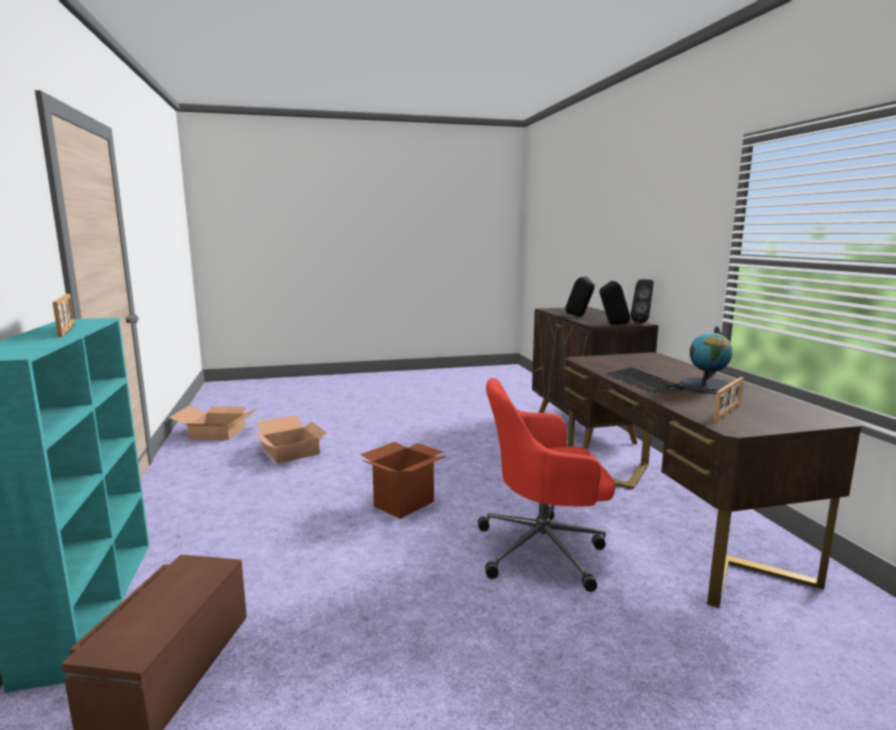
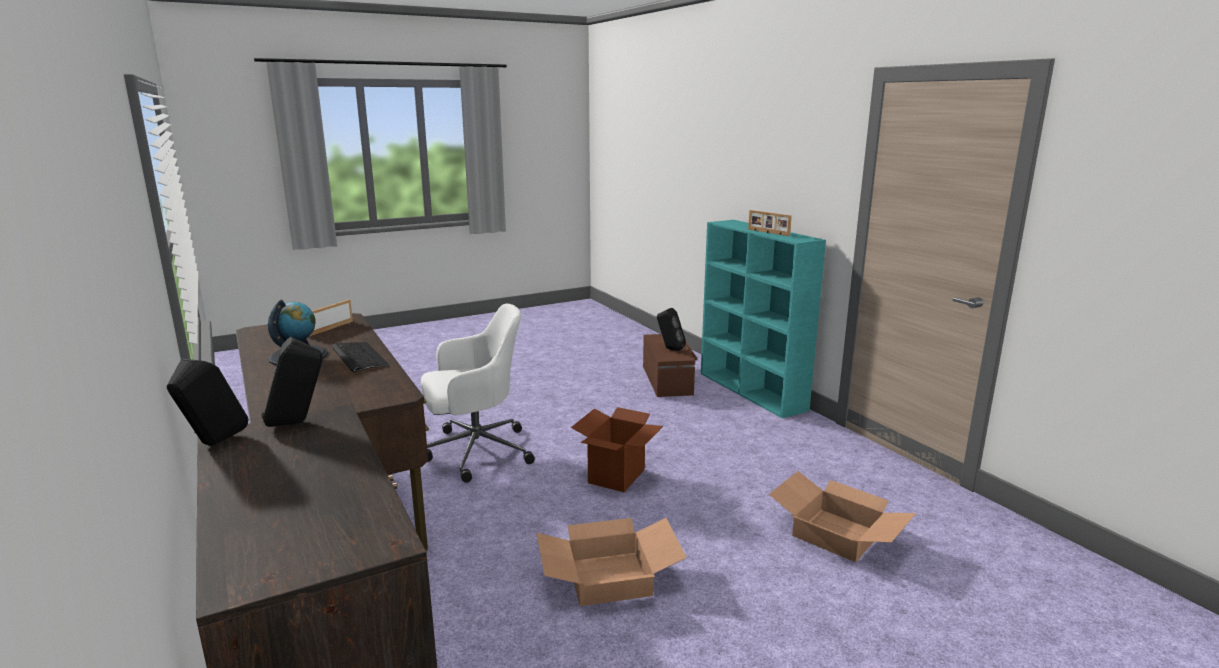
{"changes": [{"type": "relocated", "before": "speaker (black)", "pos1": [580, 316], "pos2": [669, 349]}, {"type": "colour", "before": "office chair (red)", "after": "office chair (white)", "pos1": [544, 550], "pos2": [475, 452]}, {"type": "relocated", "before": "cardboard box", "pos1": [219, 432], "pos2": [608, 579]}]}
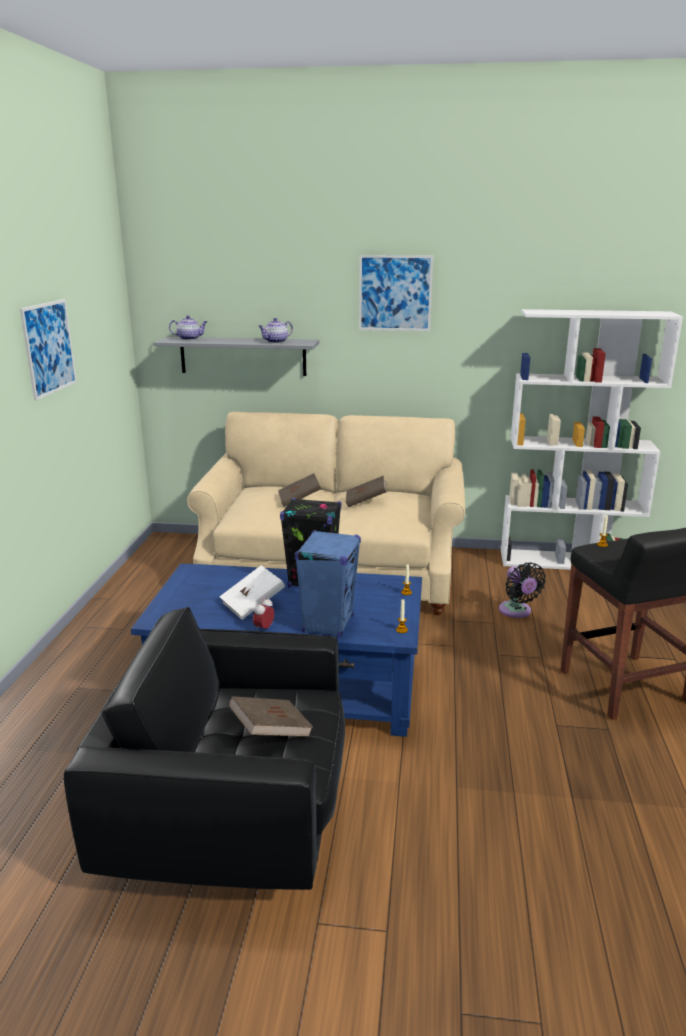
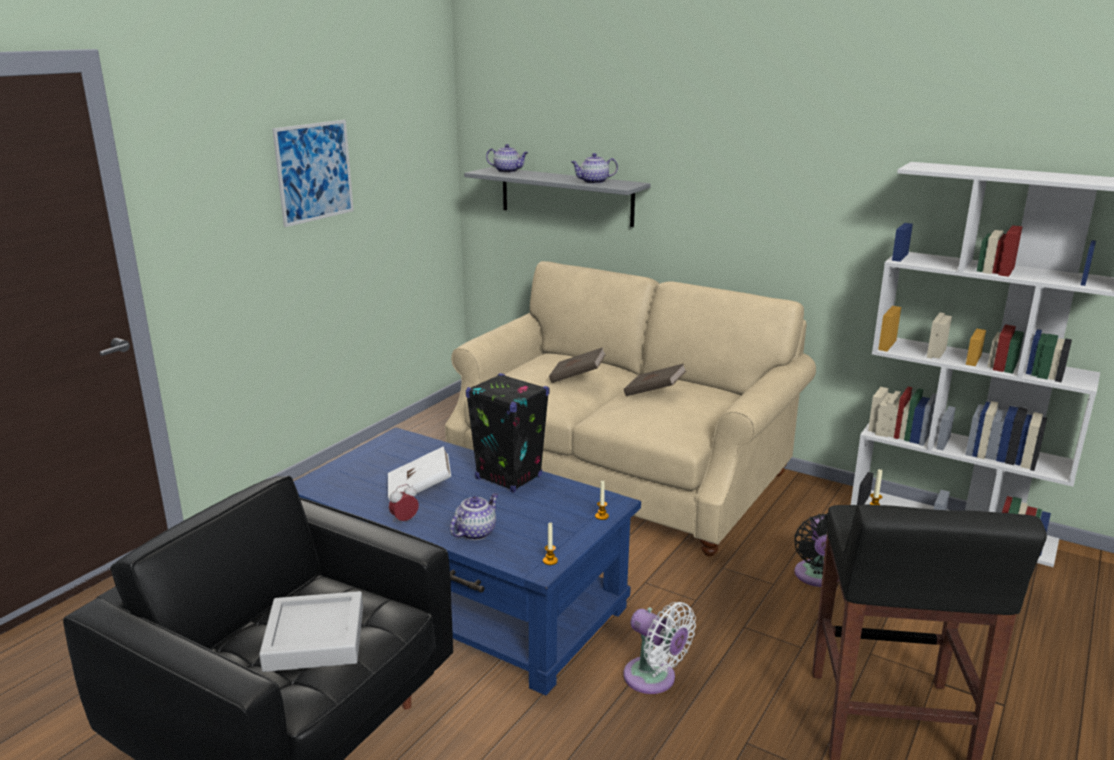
{"changes": [{"type": "missing", "before": "picture", "pos1": [395, 293]}, {"type": "exchanged", "before": "speaker (blue)", "after": "teapot", "pos1": [328, 624], "pos2": [475, 532]}, {"type": "exchanged", "before": "book (brown)", "after": "tray (grey)", "pos1": [271, 731], "pos2": [315, 639]}, {"type": "appeared", "after": "fan (white)", "pos2": [654, 679]}]}
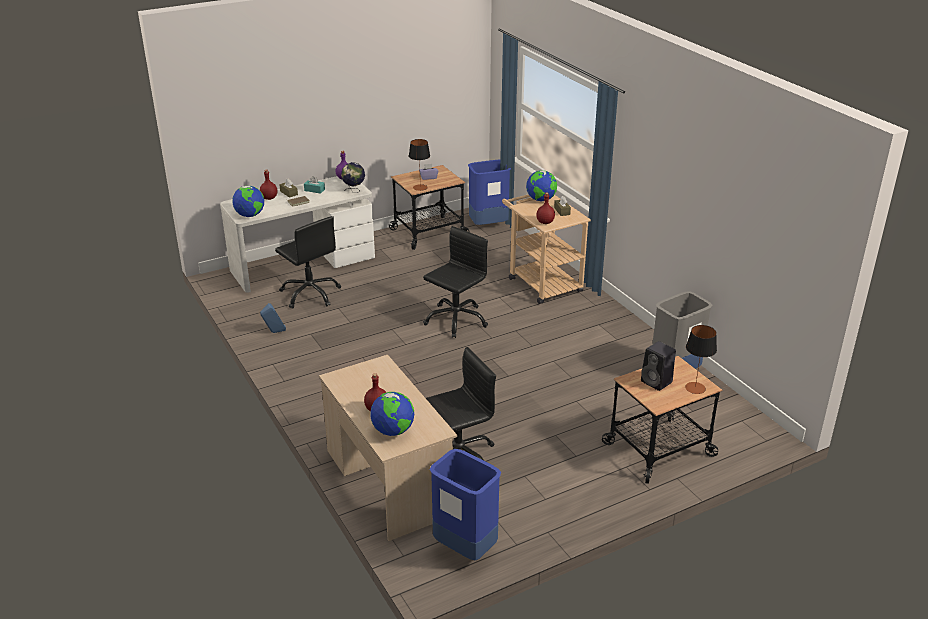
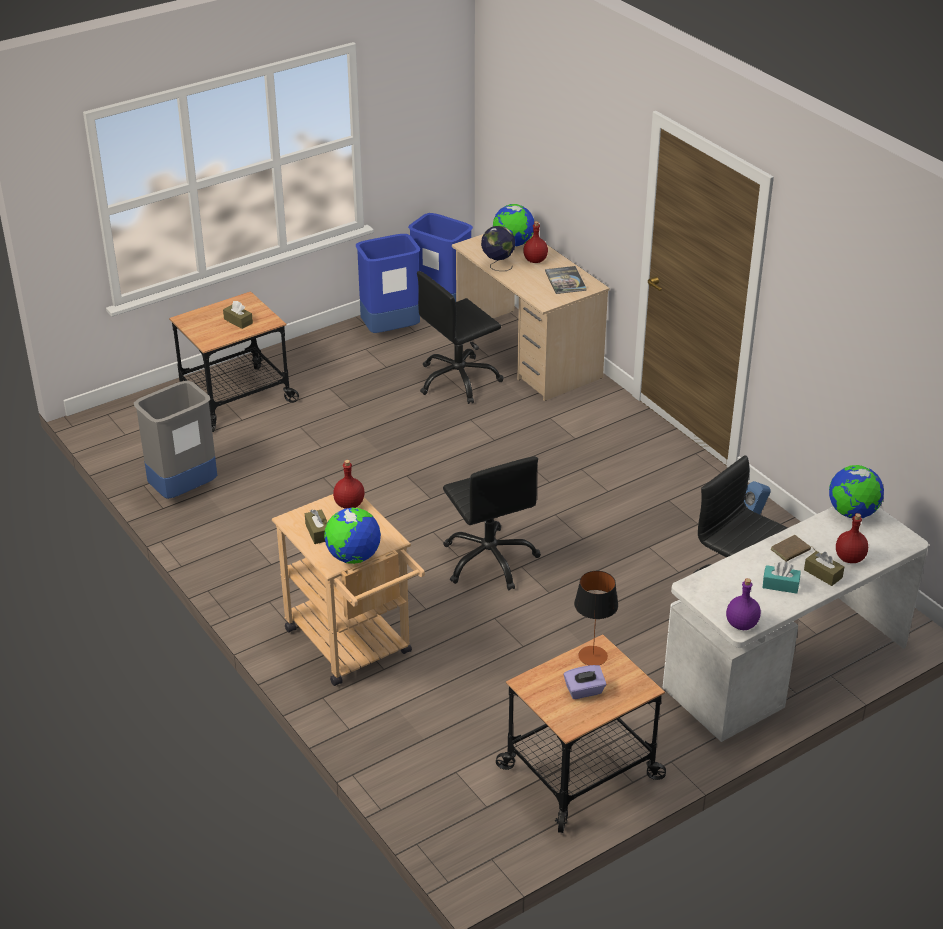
{"changes": [{"type": "relocated", "before": "trash can (blue)", "pos1": [488, 225], "pos2": [390, 331]}, {"type": "relocated", "before": "globe", "pos1": [354, 191], "pos2": [497, 266]}, {"type": "spun", "before": "office chair (black)", "pos1": [456, 320], "pos2": [490, 560], "turn": -60}, {"type": "missing", "before": "table lamp", "pos1": [695, 388]}, {"type": "exchanged", "before": "speaker (black)", "after": "tissue box (brown)", "pos1": [657, 382], "pos2": [238, 321]}, {"type": "appeared", "after": "book", "pos2": [565, 281]}]}
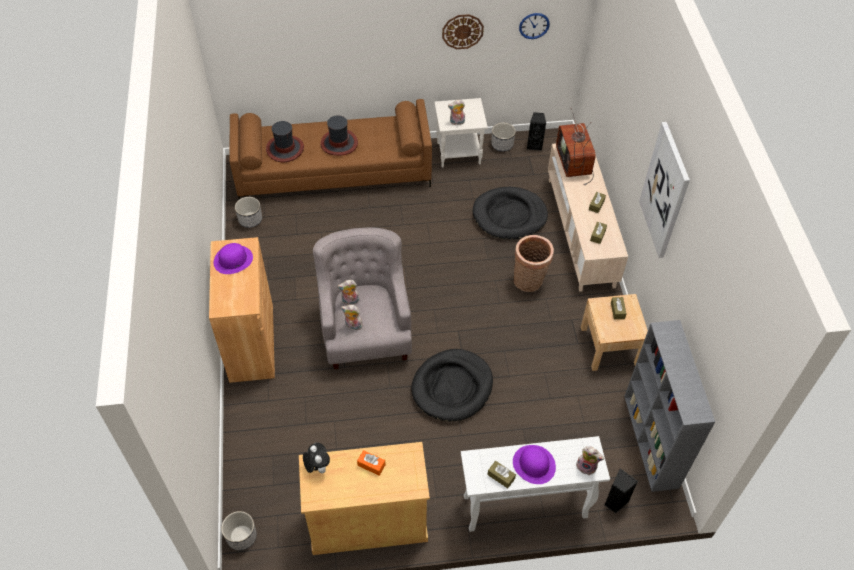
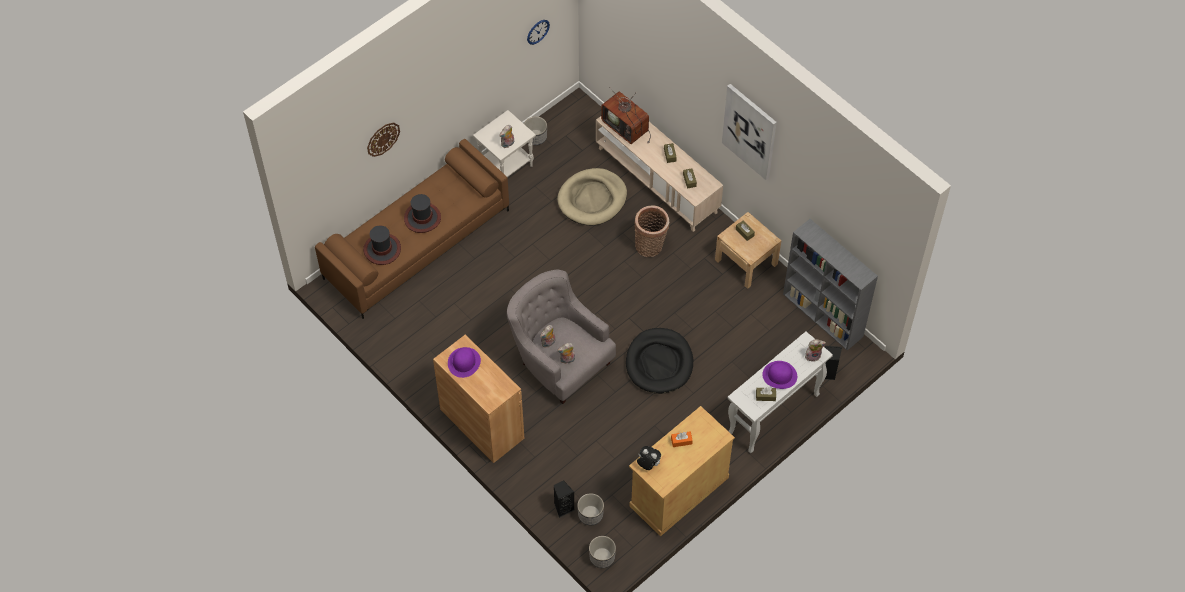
{"changes": [{"type": "relocated", "before": "wall clock", "pos1": [462, 31], "pos2": [383, 139]}, {"type": "relocated", "before": "speaker (black)", "pos1": [534, 145], "pos2": [563, 507]}, {"type": "colour", "before": "dog bed (black)", "after": "dog bed (beige)", "pos1": [509, 216], "pos2": [592, 199]}, {"type": "relocated", "before": "planter", "pos1": [250, 220], "pos2": [590, 515]}]}
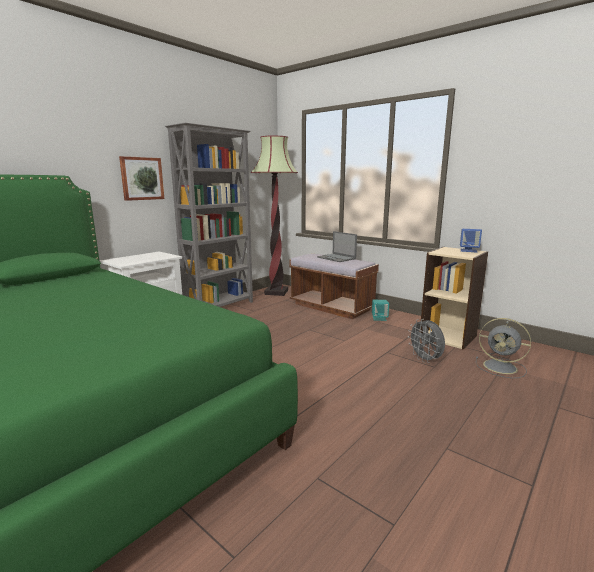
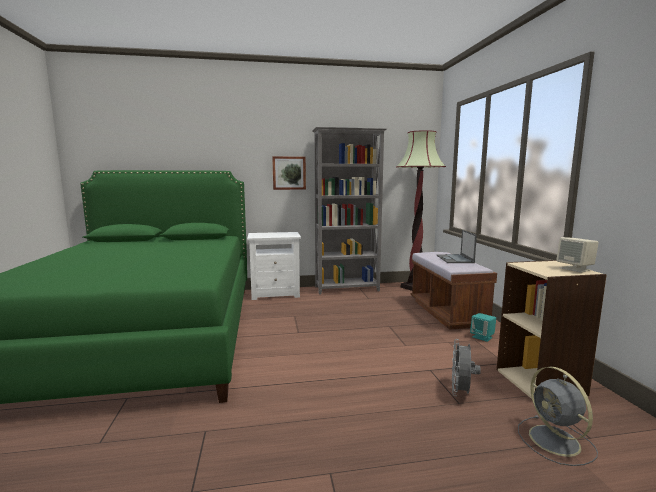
{"changes": [{"type": "colour", "before": "speaker (blue)", "after": "speaker (beige)", "pos1": [468, 250], "pos2": [575, 269]}]}
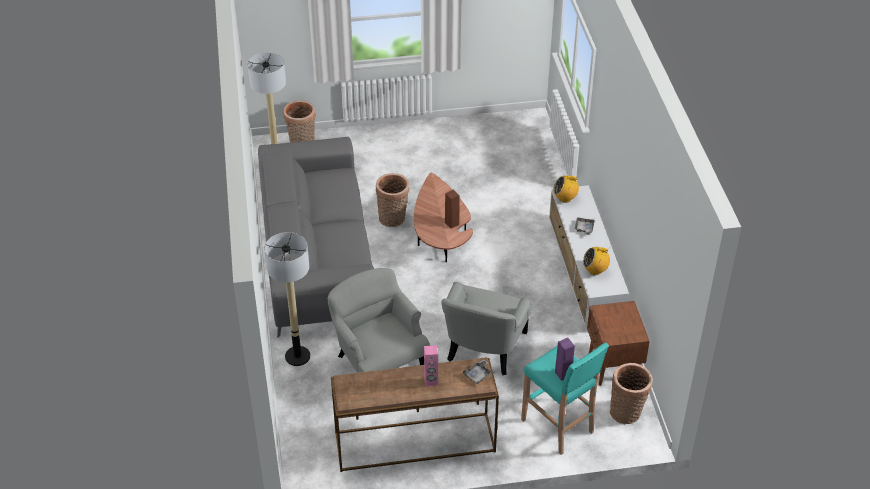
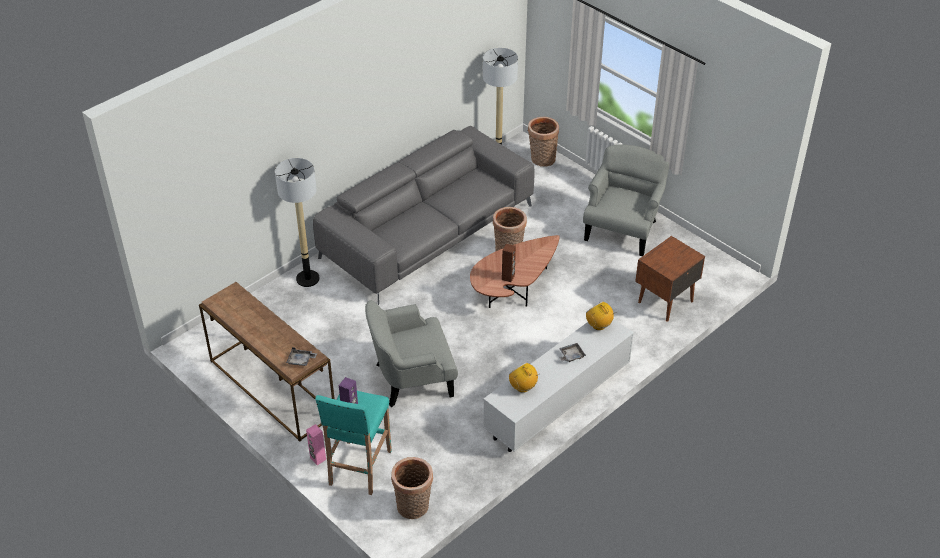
{"changes": [{"type": "relocated", "before": "armchair (grey)", "pos1": [379, 362], "pos2": [622, 229]}, {"type": "relocated", "before": "nightstand (brown)", "pos1": [613, 367], "pos2": [664, 302]}, {"type": "relocated", "before": "speaker (pink)", "pos1": [431, 381], "pos2": [318, 459]}]}
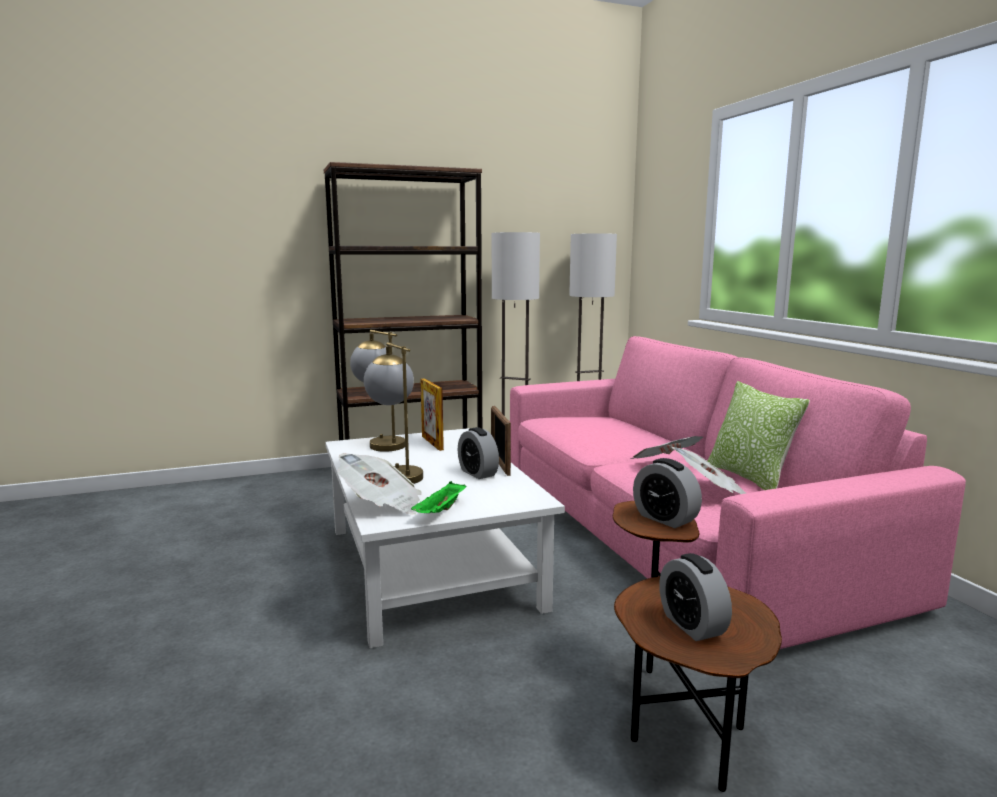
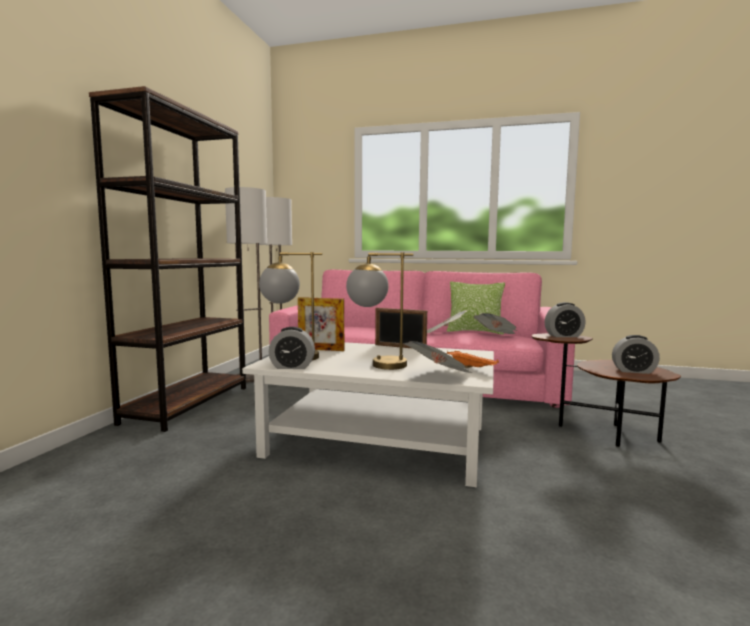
{"changes": [{"type": "relocated", "before": "alarm clock", "pos1": [477, 473], "pos2": [292, 367]}, {"type": "colour", "before": "tray (green)", "after": "tray (orange)", "pos1": [441, 511], "pos2": [472, 368]}]}
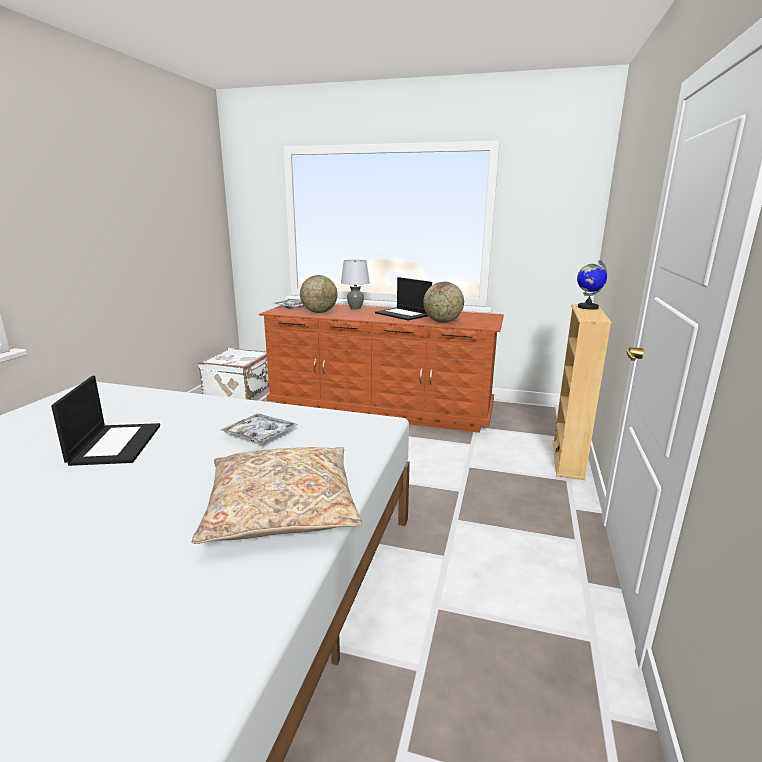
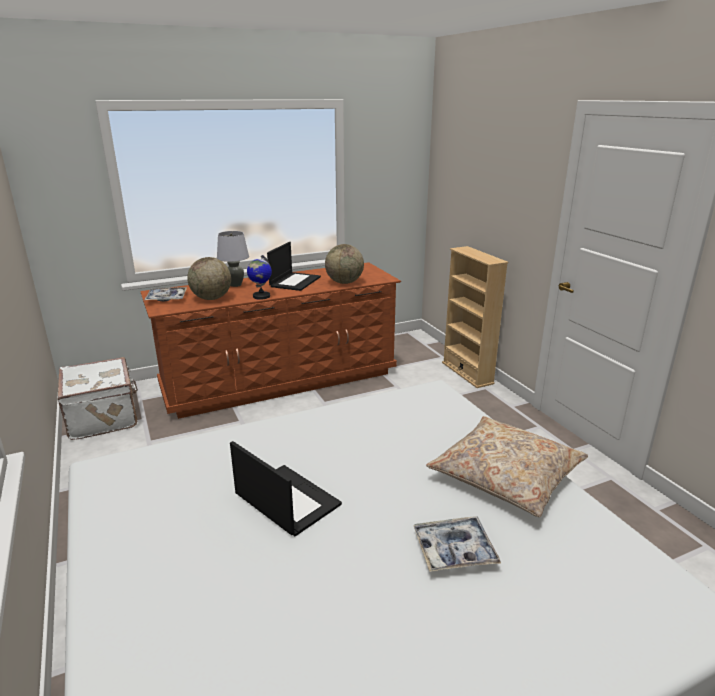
{"changes": [{"type": "relocated", "before": "globe", "pos1": [587, 307], "pos2": [261, 296]}, {"type": "spun", "before": "laptop", "pos1": [403, 314], "pos2": [295, 281], "turn": -75}, {"type": "relocated", "before": "tray", "pos1": [260, 434], "pos2": [454, 550]}]}
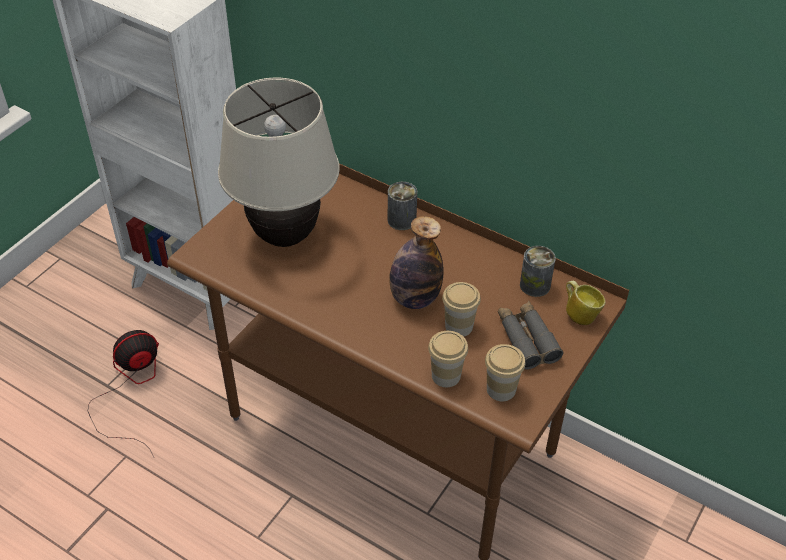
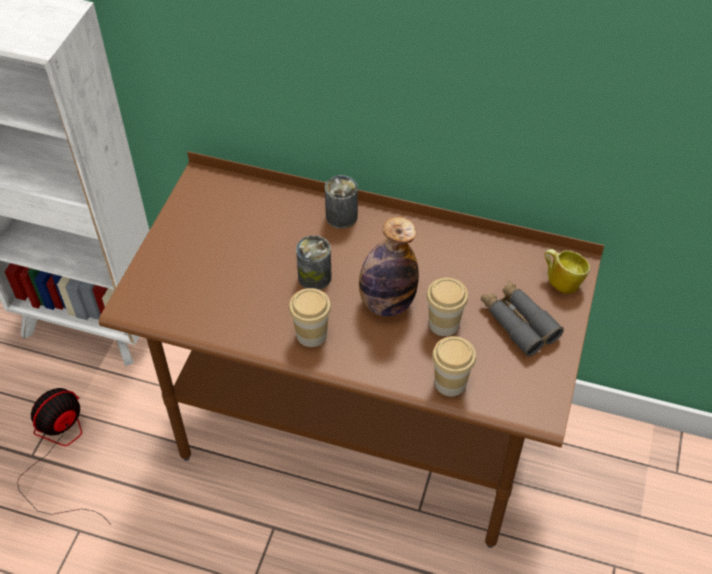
{"changes": [{"type": "missing", "before": "table lamp (beige)", "pos1": [284, 236]}, {"type": "relocated", "before": "can", "pos1": [535, 285], "pos2": [314, 277]}, {"type": "relocated", "before": "cup", "pos1": [501, 389], "pos2": [311, 334]}]}
